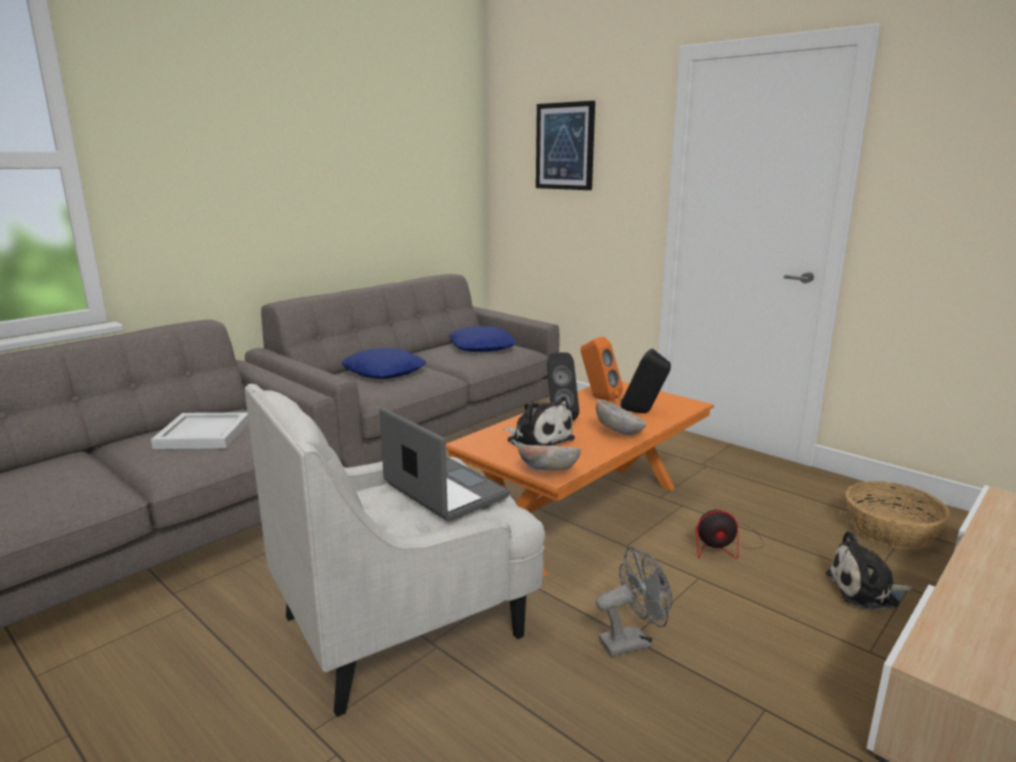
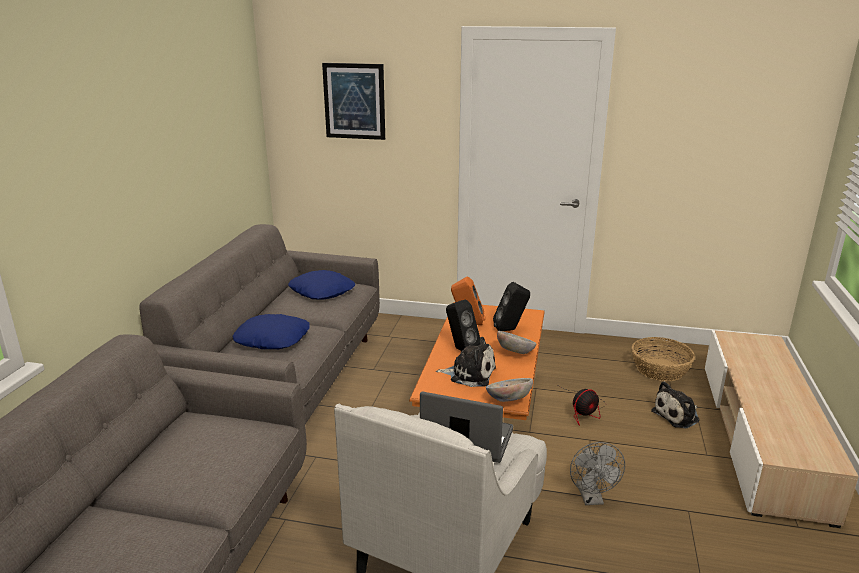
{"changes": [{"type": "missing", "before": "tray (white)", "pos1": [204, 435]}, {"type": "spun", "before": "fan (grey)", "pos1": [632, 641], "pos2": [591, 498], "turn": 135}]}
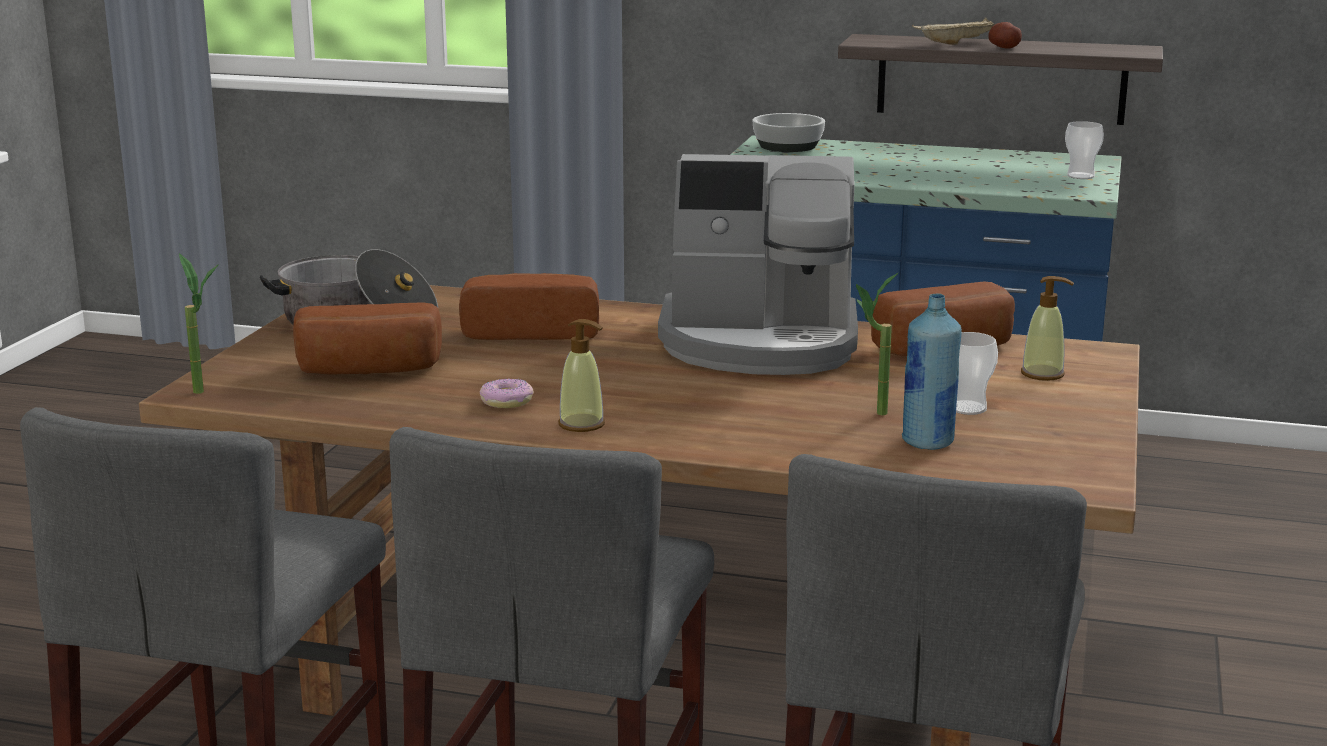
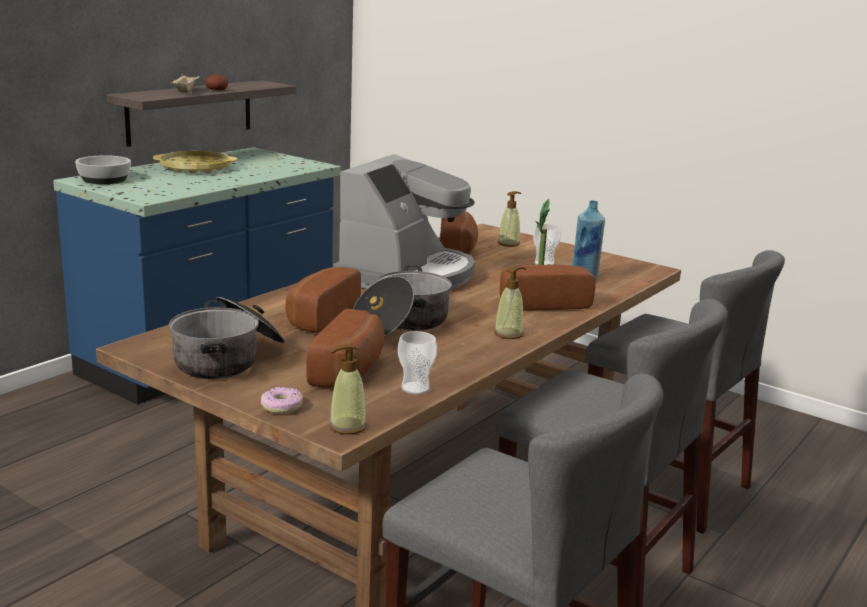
{"changes": [{"type": "relocated", "before": "cup", "pos1": [1080, 176], "pos2": [415, 388]}, {"type": "exchanged", "before": "potted plant", "after": "soap dispenser", "pos1": [207, 393], "pos2": [347, 426]}, {"type": "relocated", "before": "donut", "pos1": [506, 401], "pos2": [281, 407]}, {"type": "appeared", "after": "tray (yellow)", "pos2": [195, 168]}, {"type": "appeared", "after": "bread", "pos2": [541, 303]}, {"type": "appeared", "after": "cooking pot", "pos2": [401, 324]}]}
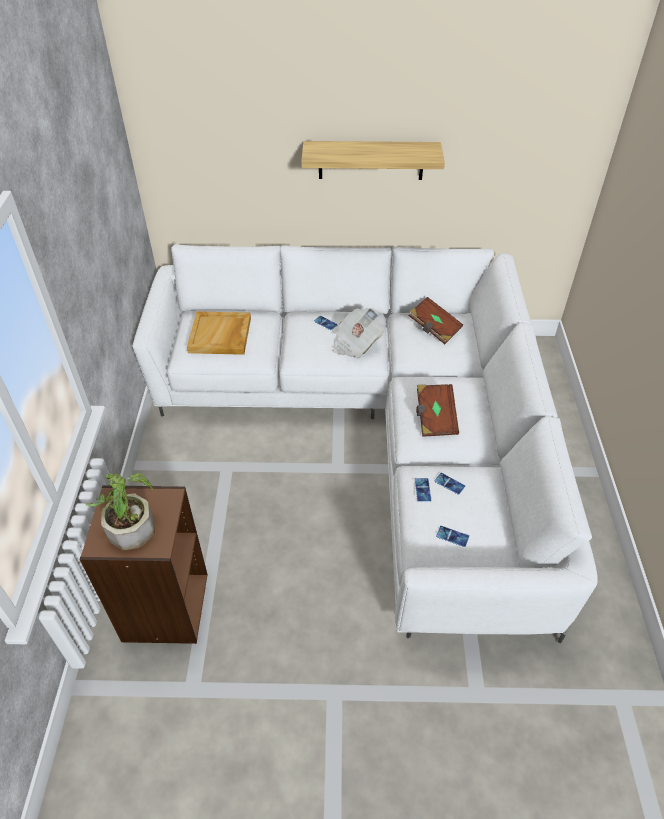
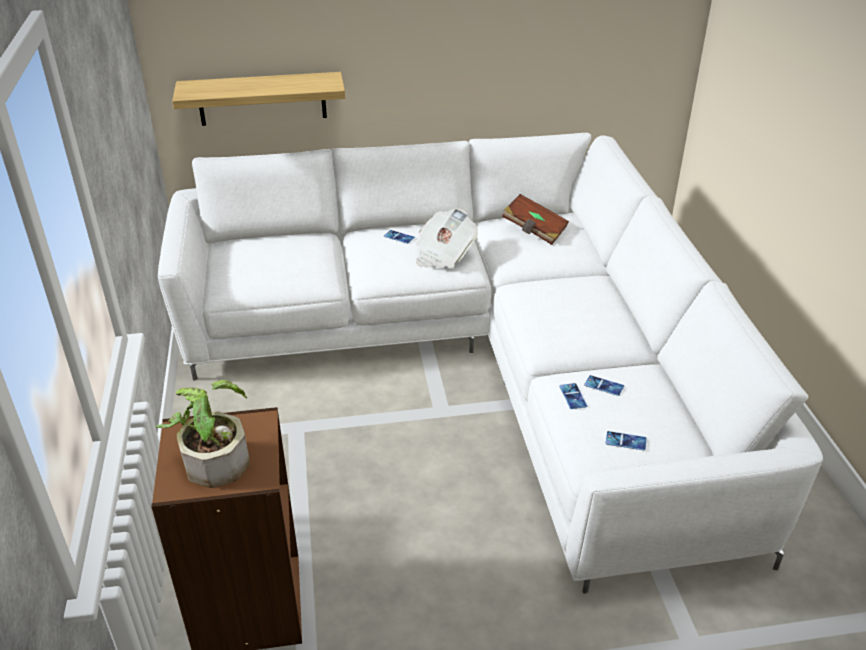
{"changes": [{"type": "relocated", "before": "shelf", "pos1": [371, 160], "pos2": [262, 99]}, {"type": "missing", "before": "tray (beige)", "pos1": [220, 335]}, {"type": "missing", "before": "book (brown)", "pos1": [434, 418]}]}
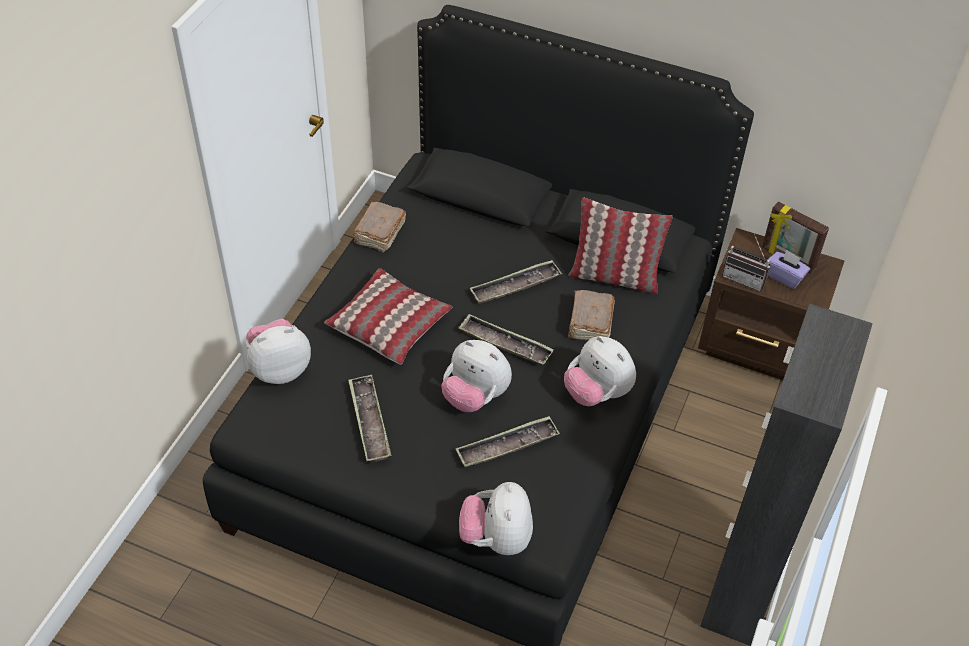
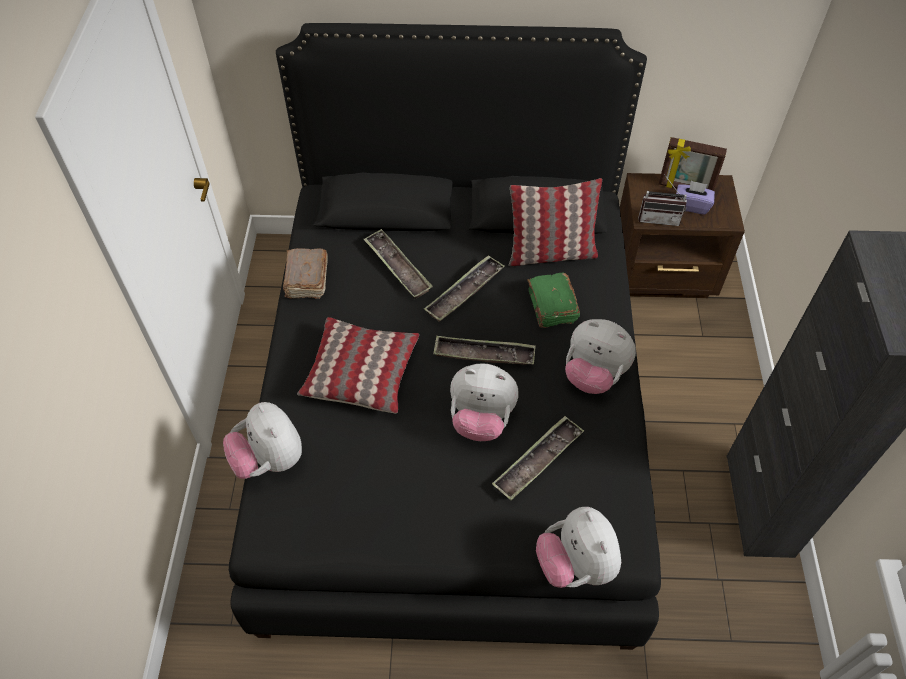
{"changes": [{"type": "colour", "before": "book (brown)", "after": "book (green)", "pos1": [589, 323], "pos2": [551, 307]}, {"type": "spun", "before": "plush toy", "pos1": [279, 368], "pos2": [269, 459], "turn": -75}, {"type": "relocated", "before": "tray", "pos1": [369, 422], "pos2": [397, 267]}]}
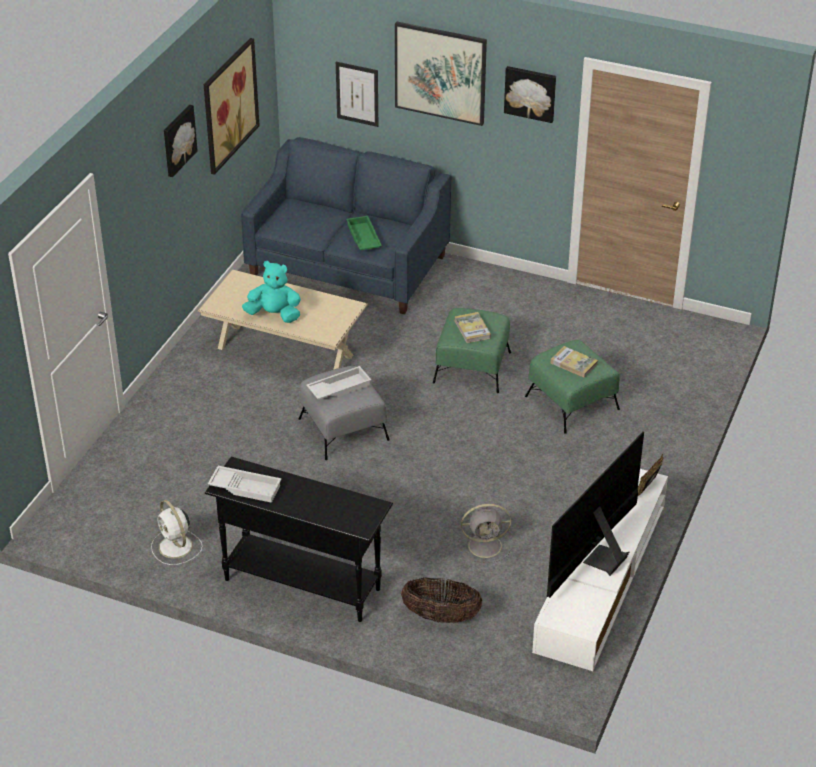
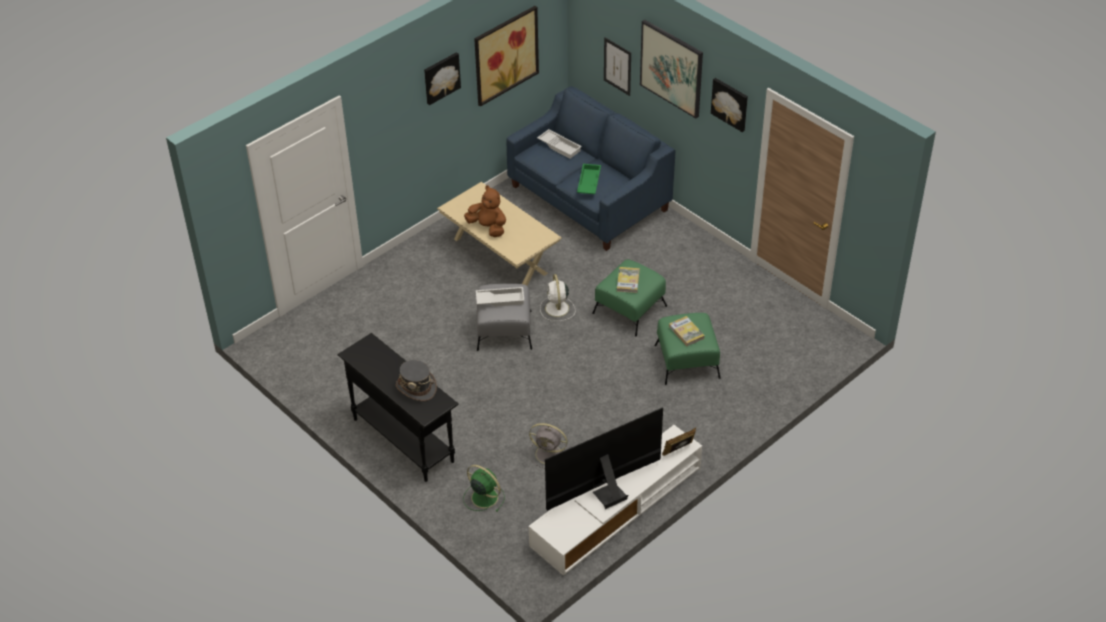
{"changes": [{"type": "colour", "before": "plush toy (turquoise)", "after": "plush toy (brown)", "pos1": [274, 315], "pos2": [488, 227]}, {"type": "relocated", "before": "tray (white)", "pos1": [246, 487], "pos2": [560, 146]}, {"type": "relocated", "before": "fan (white)", "pos1": [176, 547], "pos2": [557, 309]}, {"type": "exchanged", "before": "basket", "after": "fan (green)", "pos1": [441, 616], "pos2": [483, 497]}, {"type": "appeared", "after": "hat (grey)", "pos2": [416, 388]}]}
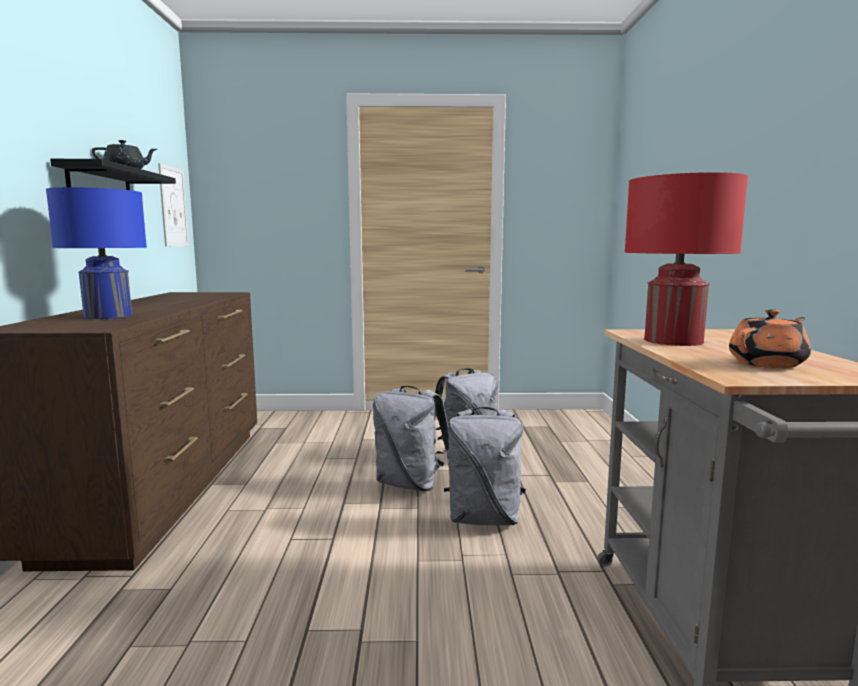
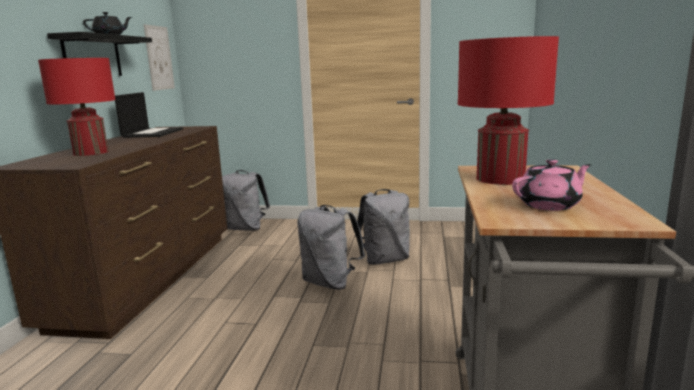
{"changes": [{"type": "colour", "before": "table lamp (blue)", "after": "table lamp (red)", "pos1": [108, 316], "pos2": [91, 152]}, {"type": "colour", "before": "teapot (orange)", "after": "teapot (pink)", "pos1": [768, 363], "pos2": [550, 205]}, {"type": "relocated", "before": "backpack (grey)", "pos1": [484, 518], "pos2": [246, 228]}, {"type": "appeared", "after": "laptop", "pos2": [153, 133]}]}
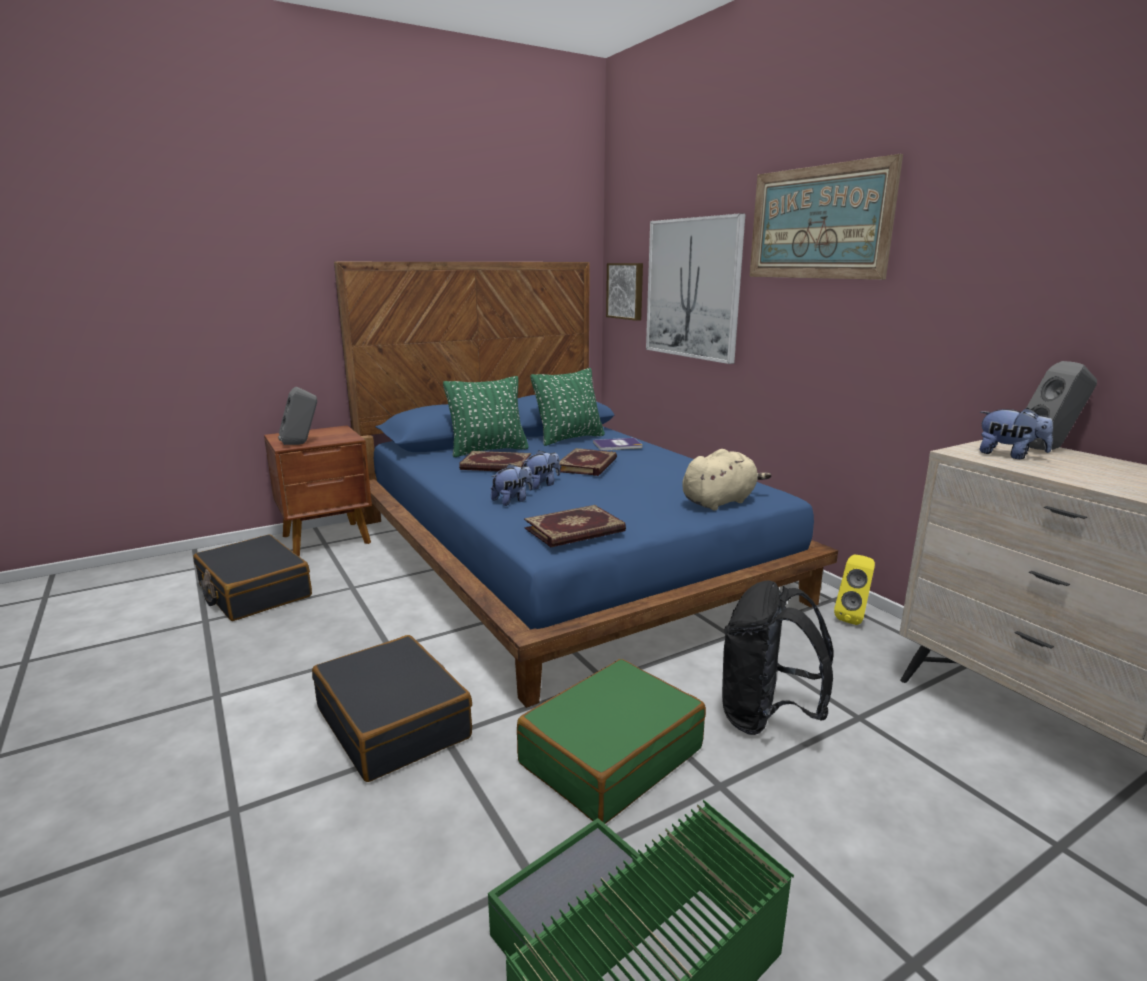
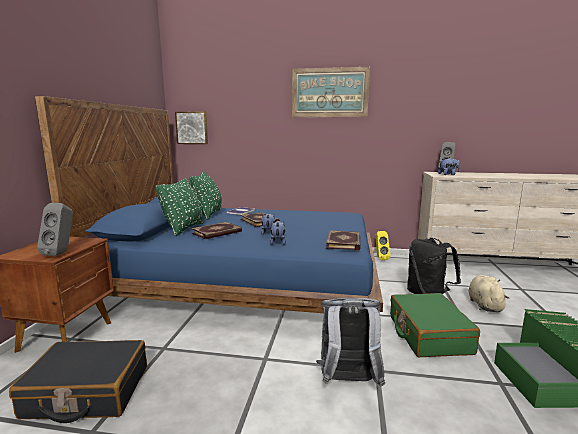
{"changes": [{"type": "missing", "before": "picture", "pos1": [692, 288]}, {"type": "relocated", "before": "plush toy (beige)", "pos1": [720, 501], "pos2": [484, 305]}, {"type": "exchanged", "before": "suitcase (black)", "after": "backpack (grey)", "pos1": [394, 722], "pos2": [348, 382]}]}
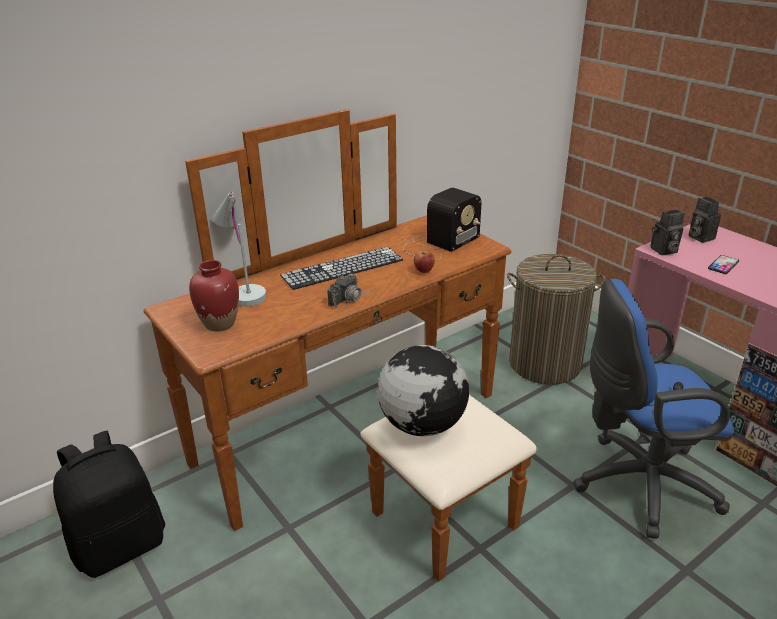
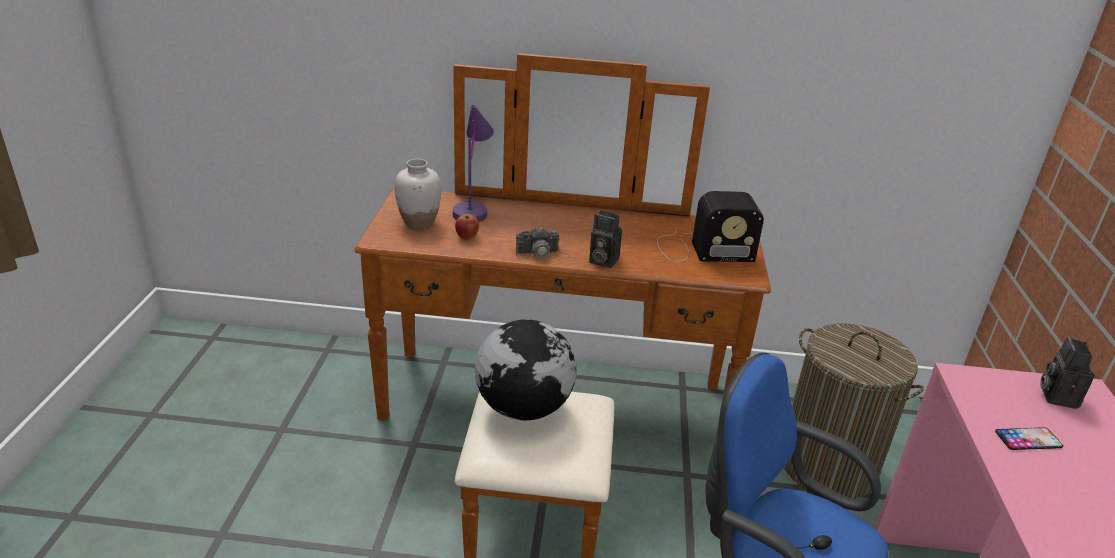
{"changes": [{"type": "colour", "before": "table lamp (white)", "after": "table lamp (purple)", "pos1": [243, 291], "pos2": [474, 207]}, {"type": "relocated", "before": "photo camera", "pos1": [663, 251], "pos2": [601, 260]}, {"type": "missing", "before": "keyboard", "pos1": [342, 268]}, {"type": "relocated", "before": "apple", "pos1": [424, 270], "pos2": [467, 237]}, {"type": "colour", "before": "vase (red)", "after": "vase (white)", "pos1": [220, 323], "pos2": [419, 223]}, {"type": "missing", "before": "backpack (black)", "pos1": [120, 545]}]}
